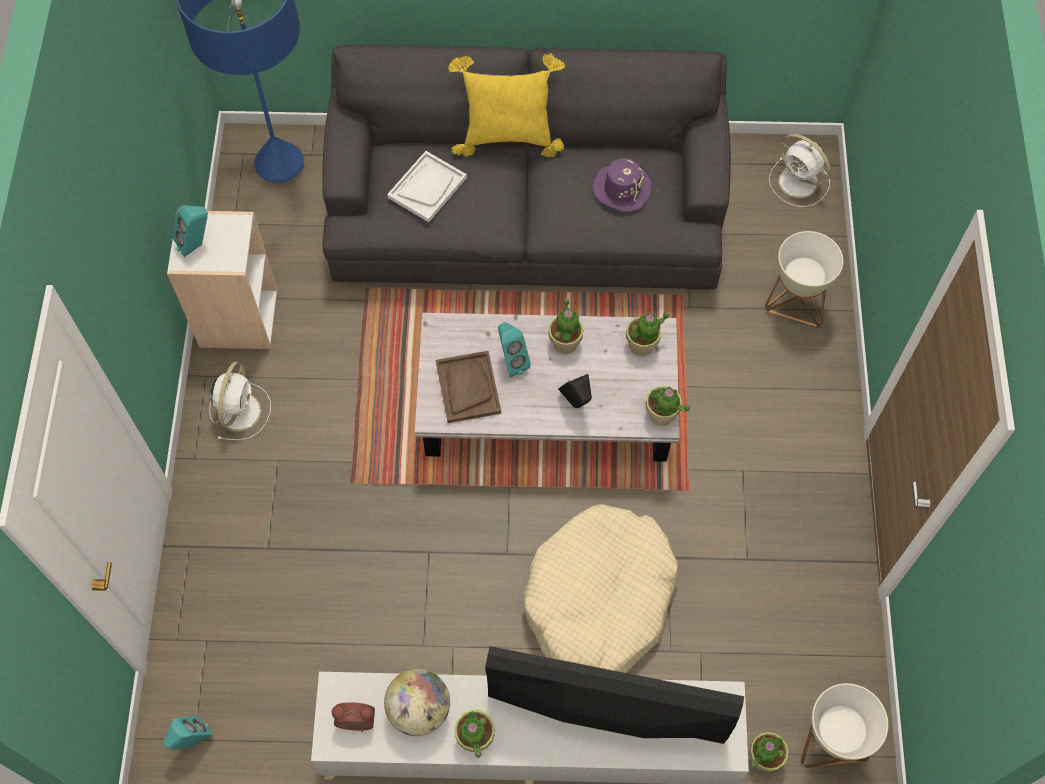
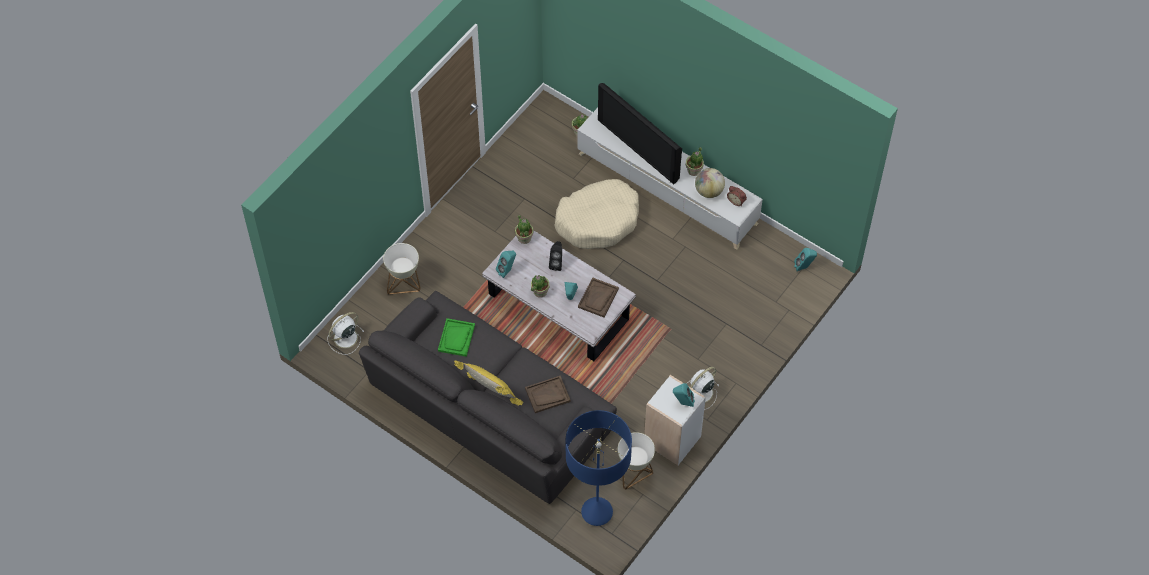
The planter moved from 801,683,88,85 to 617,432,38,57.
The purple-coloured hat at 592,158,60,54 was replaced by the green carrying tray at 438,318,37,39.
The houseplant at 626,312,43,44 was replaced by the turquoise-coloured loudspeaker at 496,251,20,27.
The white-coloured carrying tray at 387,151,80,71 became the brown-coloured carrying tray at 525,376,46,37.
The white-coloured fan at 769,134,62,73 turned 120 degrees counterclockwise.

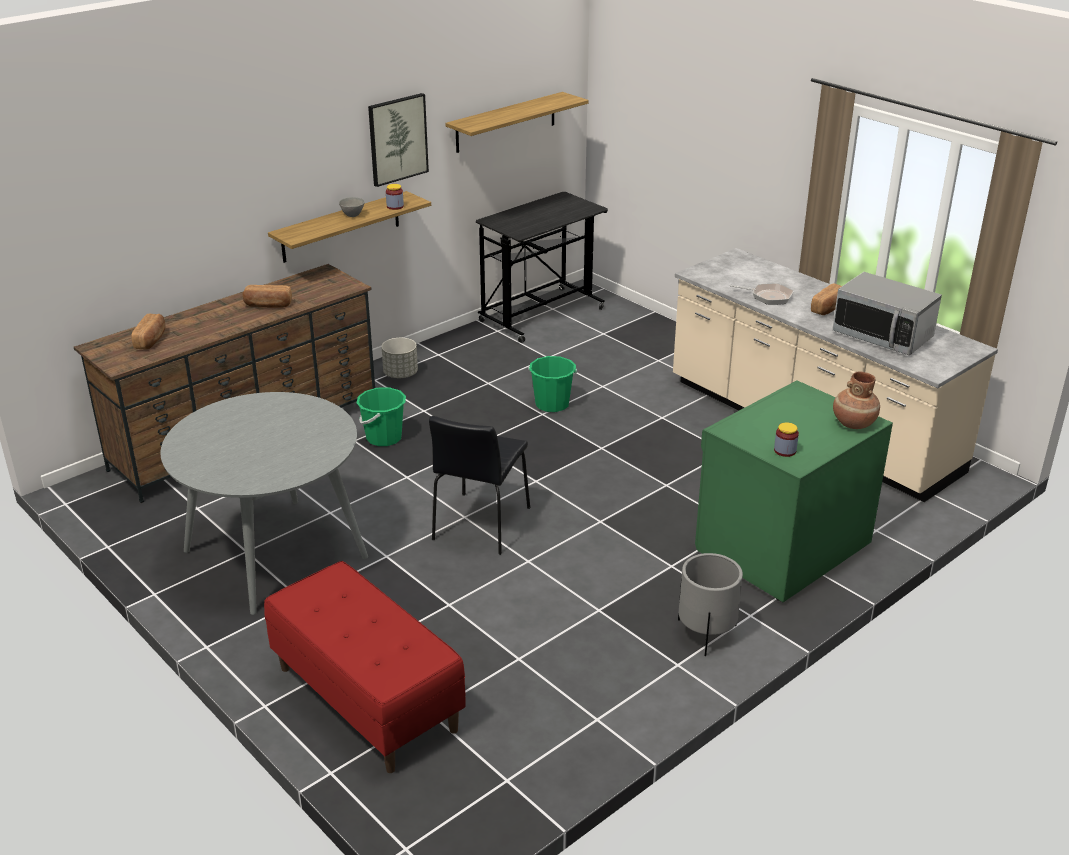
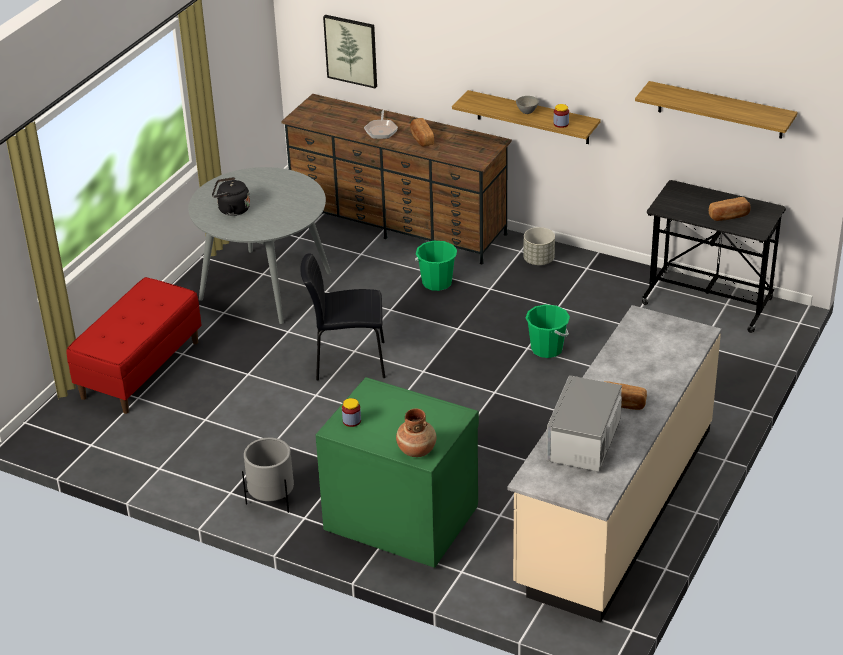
The black-coloured kettle at 212,177,38,39 appeared.
The bakery bread moved from 131,314,34,35 to 709,197,41,24.
The picture moved from 368,93,61,94 to 323,15,54,73.
The skillet moved from 730,283,64,22 to 364,110,34,29.

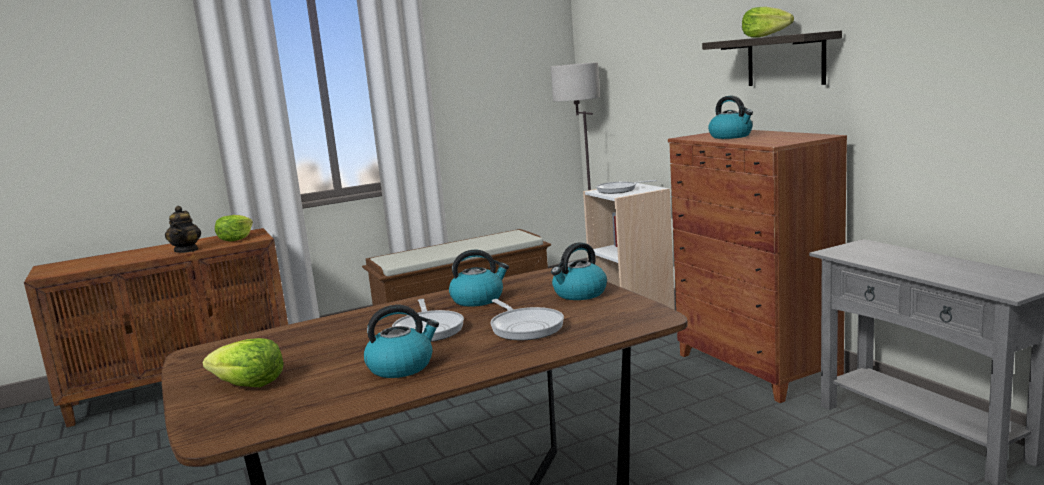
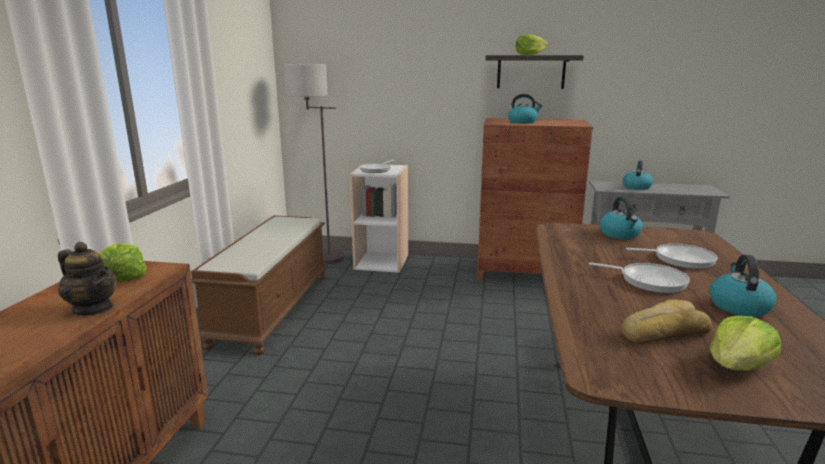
The bakery bread at 622,299,90,45 appeared.
The kettle moved from 449,250,60,57 to 623,160,30,30.

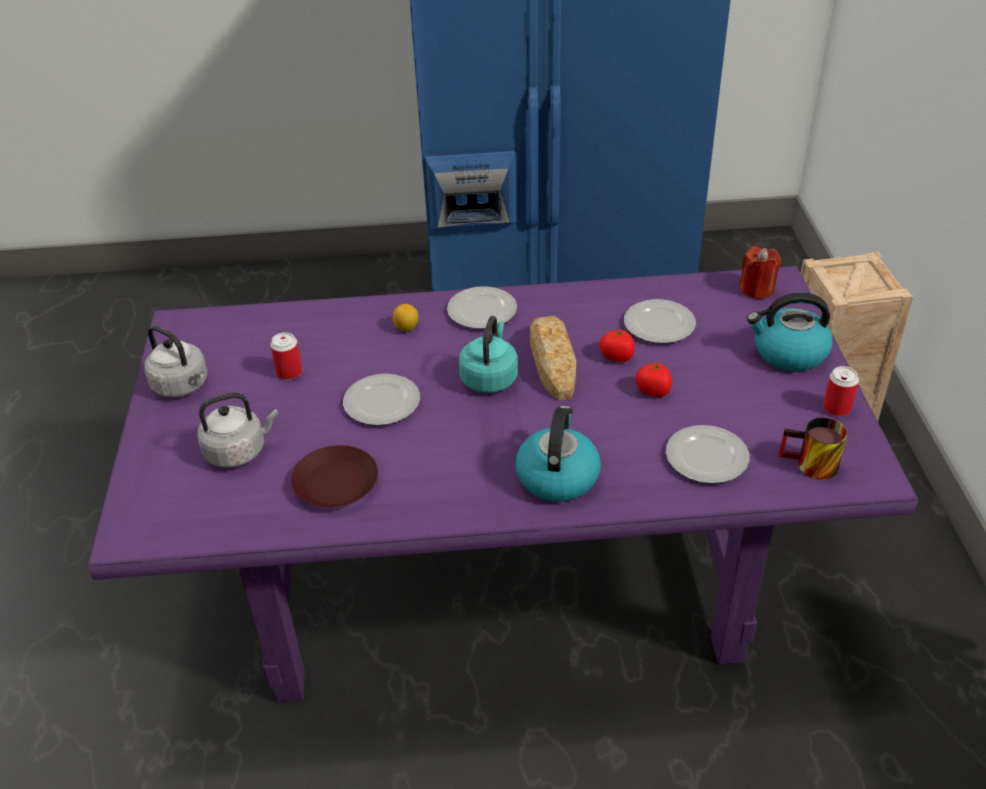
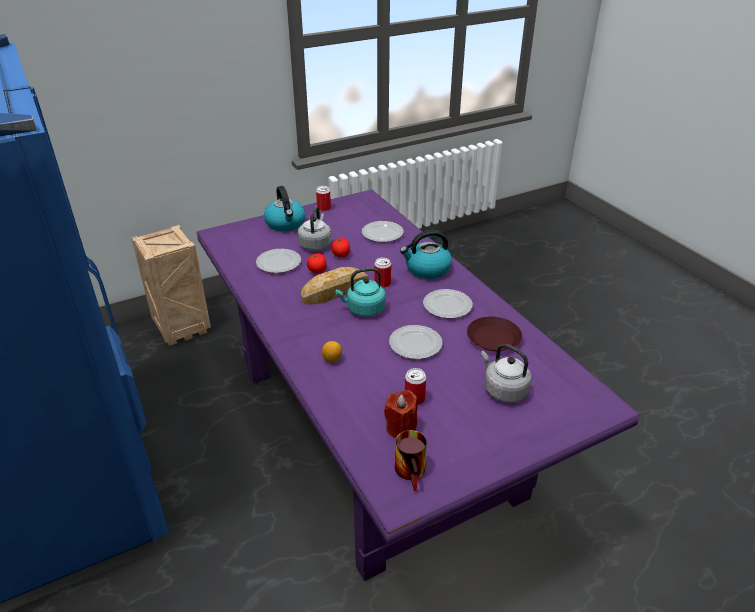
The can at 374,257,17,31 appeared.
The grey kettle moved from 144,325,63,72 to 297,206,34,45.
The plate moved from 447,286,70,43 to 423,289,50,29.
The reddish wax candle moved from 739,246,42,53 to 384,390,33,48.
The coffee mug moved from 779,417,68,63 to 395,430,32,61.

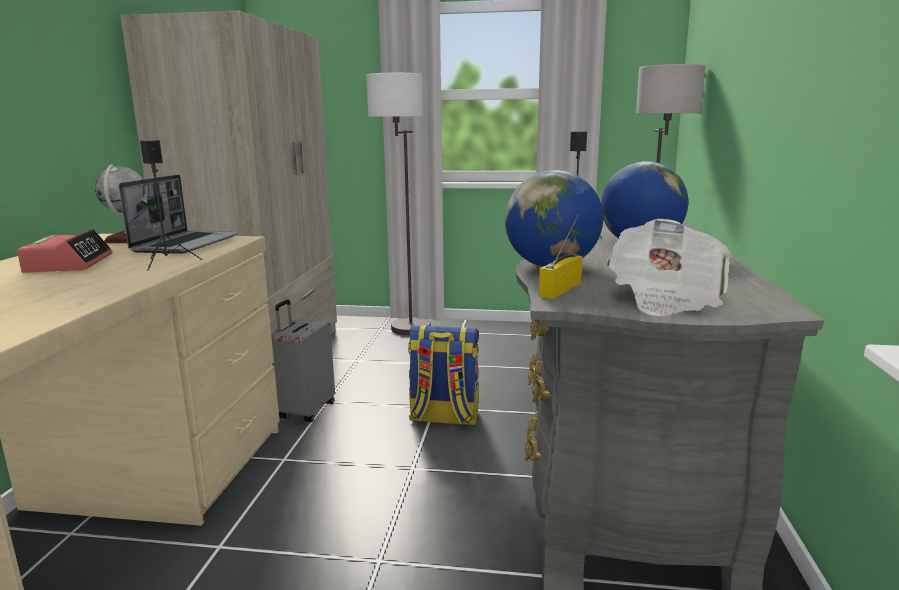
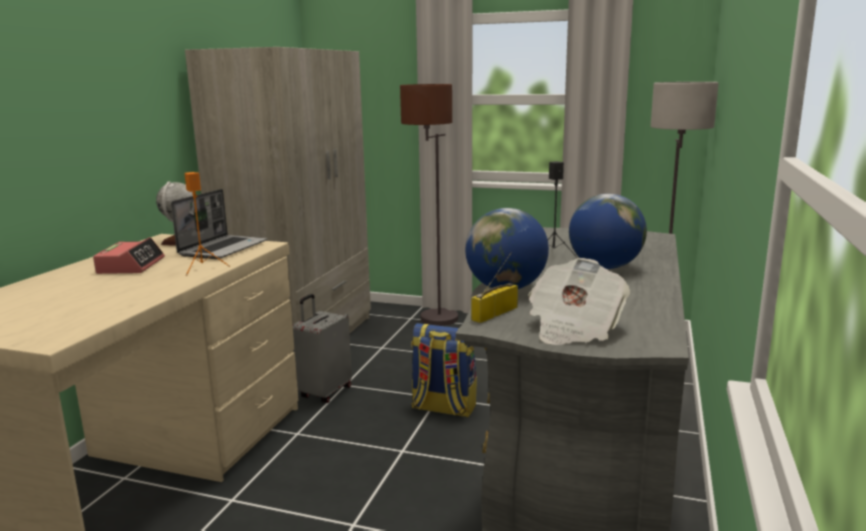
The black-coloured loudspeaker at 140,140,62,130 became the orange loudspeaker at 185,172,45,104.
The white-coloured standard lamp at 366,73,65,262 became the brown-coloured standard lamp at 400,84,58,242.

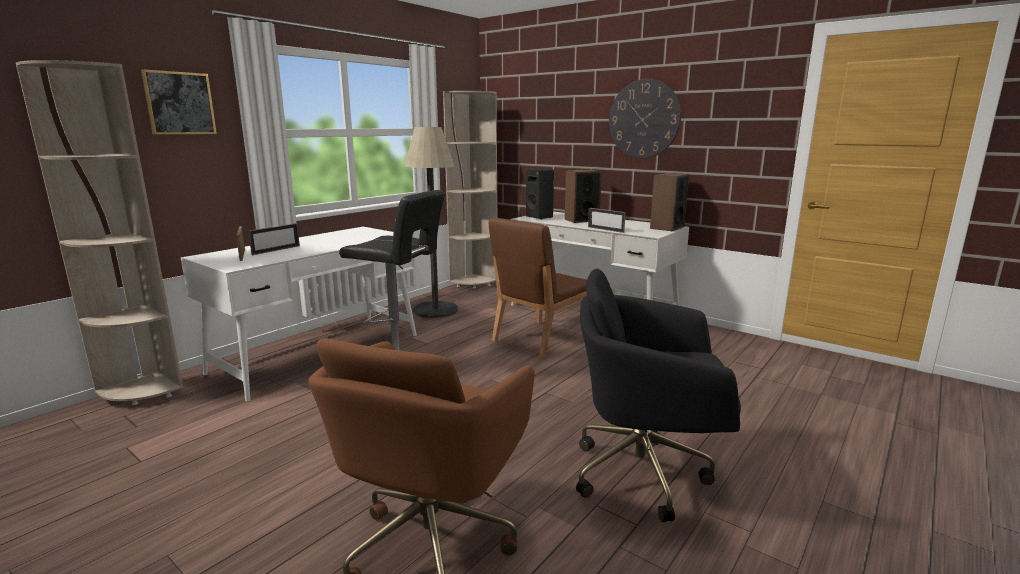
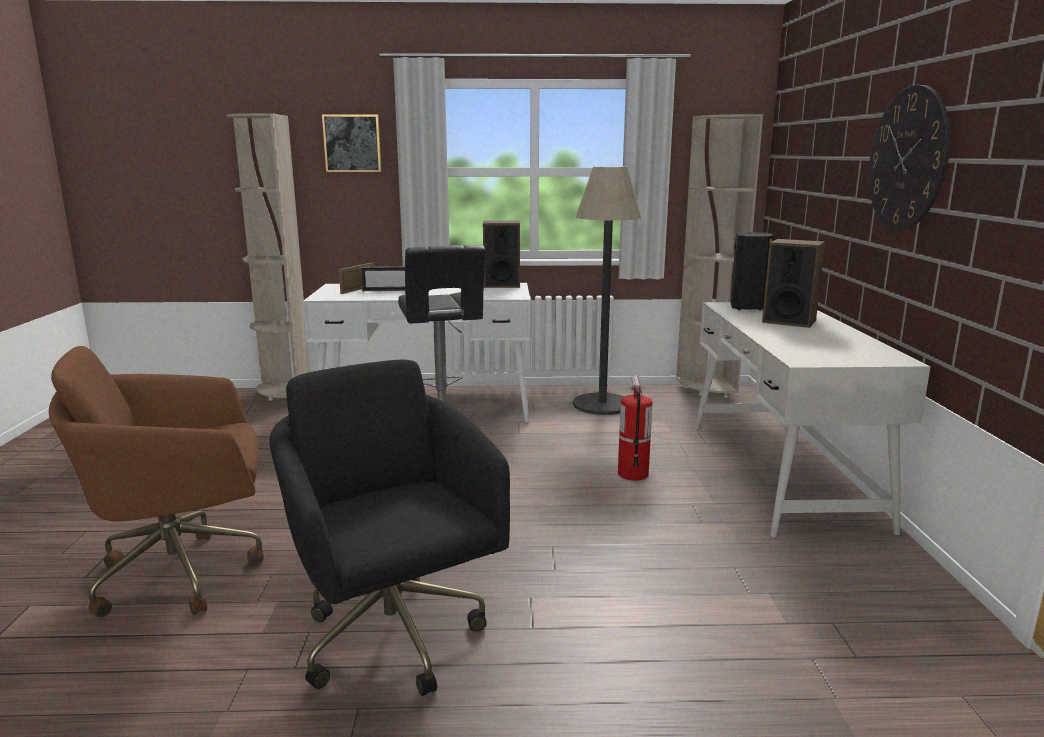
The picture frame at 588,208,38,25 disappeared.
The loudspeaker moved from 650,173,39,58 to 483,221,37,67.
The brown-coloured plain chair at 489,218,98,141 was replaced by the extinguisher at 618,375,34,105.

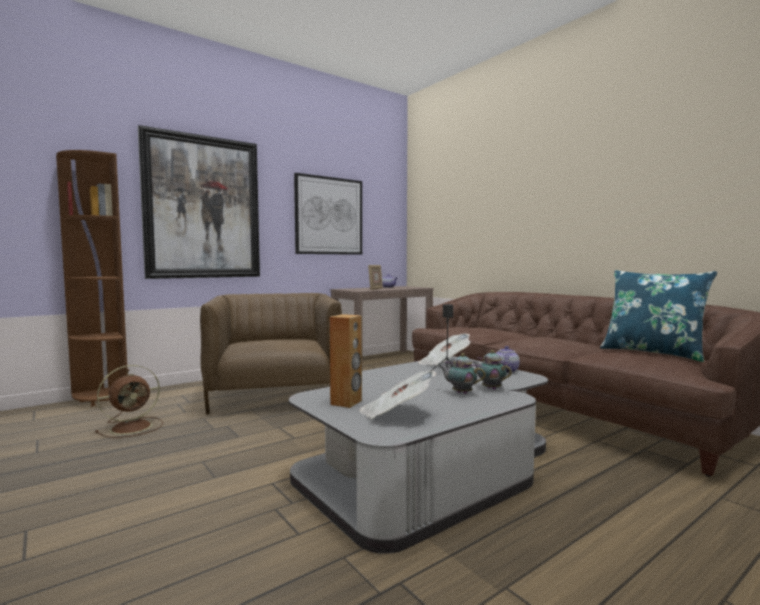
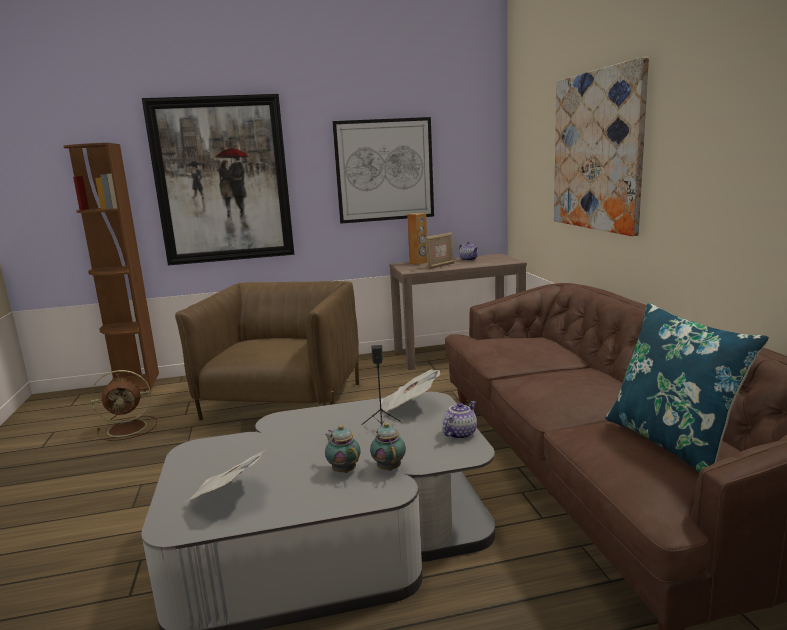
The picture at 554,57,95,179 appeared.
The brown-coloured loudspeaker moved from 330,314,32,94 to 407,213,20,52.

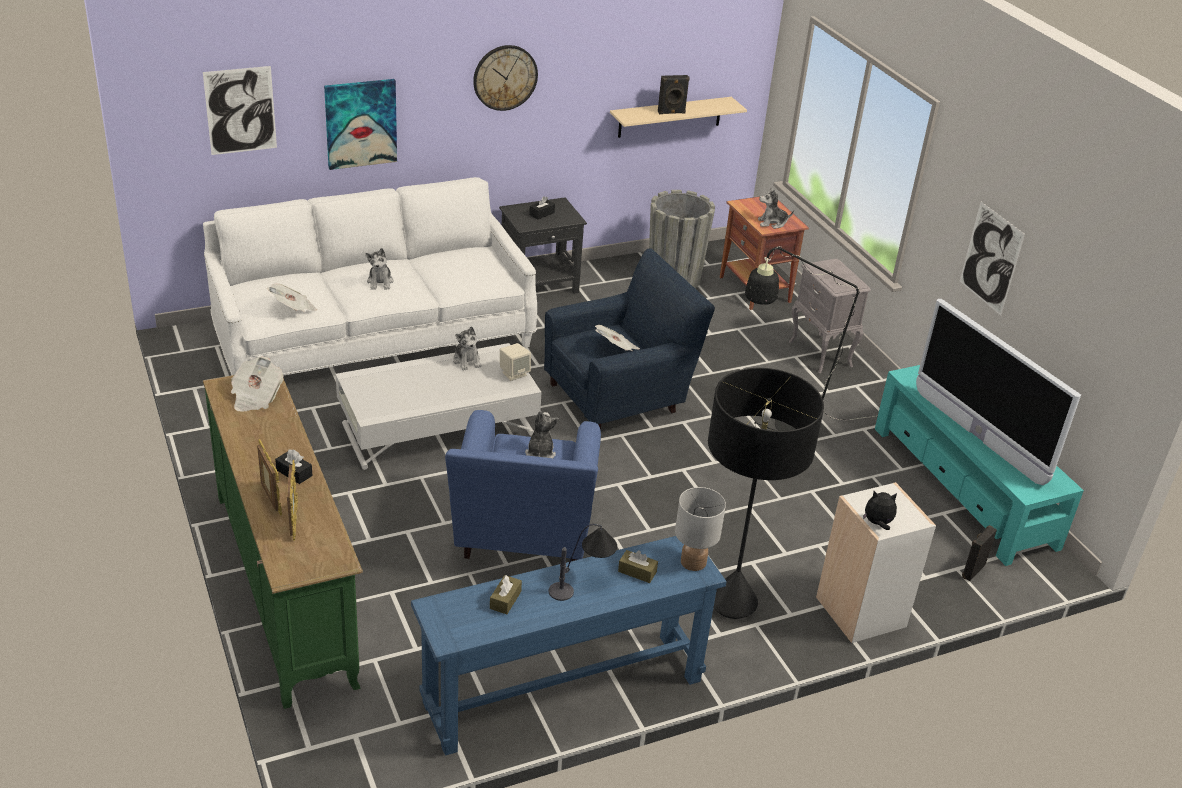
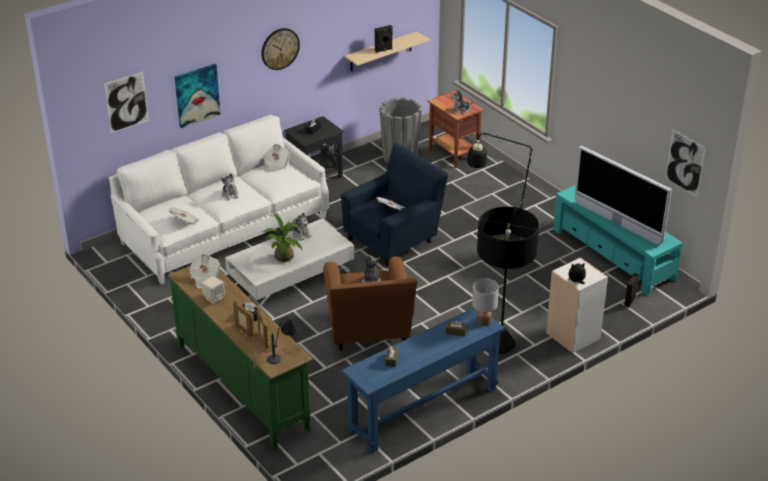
The grey night table at 789,259,82,115 disappeared.
The houseplant at 262,213,40,49 appeared.
The newspaper at 263,144,27,28 appeared.
The beige-coloured loudspeaker moved from 500,343,31,38 to 201,276,24,28.
The lamp for a table moved from 549,524,68,77 to 267,317,34,47.
The picture moved from 960,202,65,113 to 665,129,41,68.
The blue armchair at 445,410,156,151 became the brown-coloured armchair at 323,256,94,95.

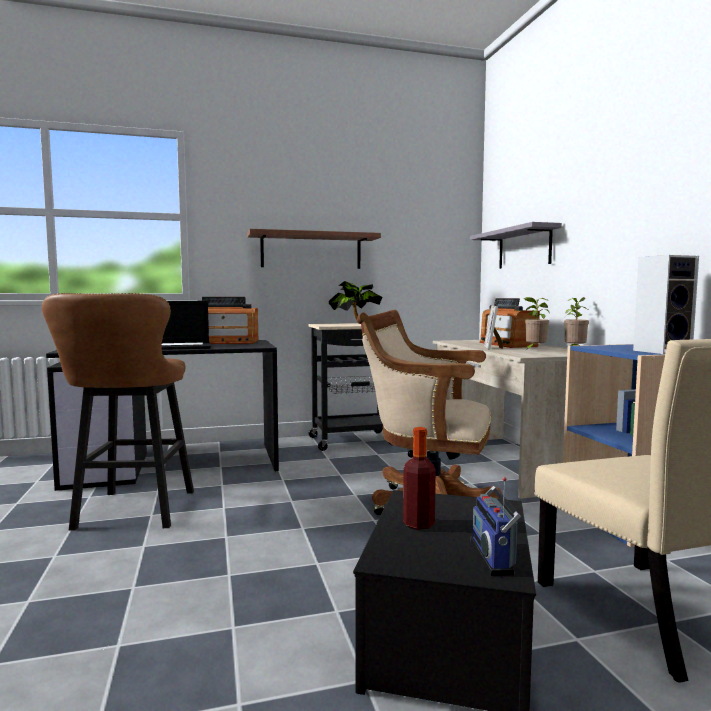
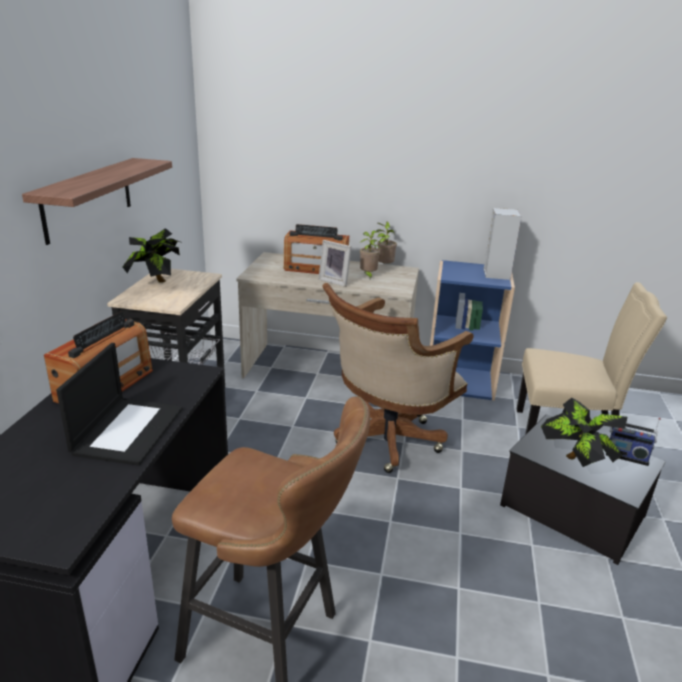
The grey bracket shelf at 470,222,92,47 disappeared.
The drink bottle at 403,427,33,103 was replaced by the houseplant at 541,398,86,69.

